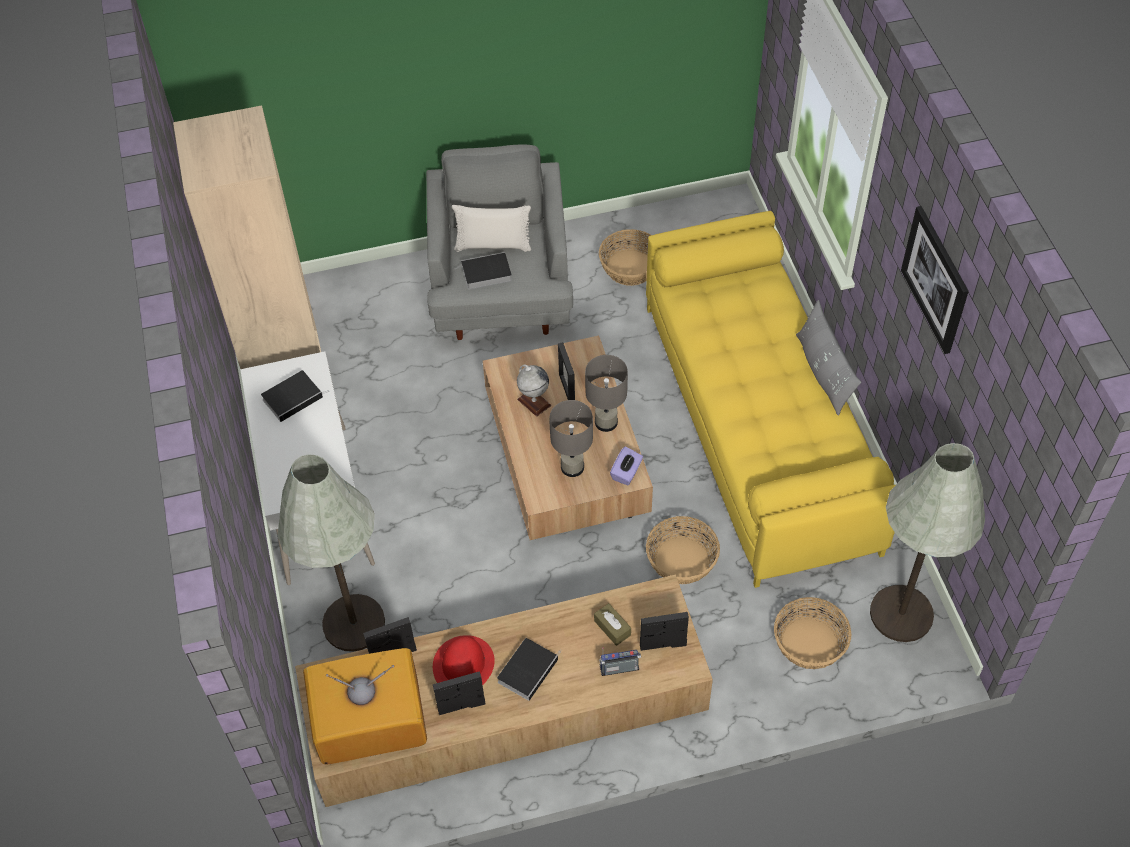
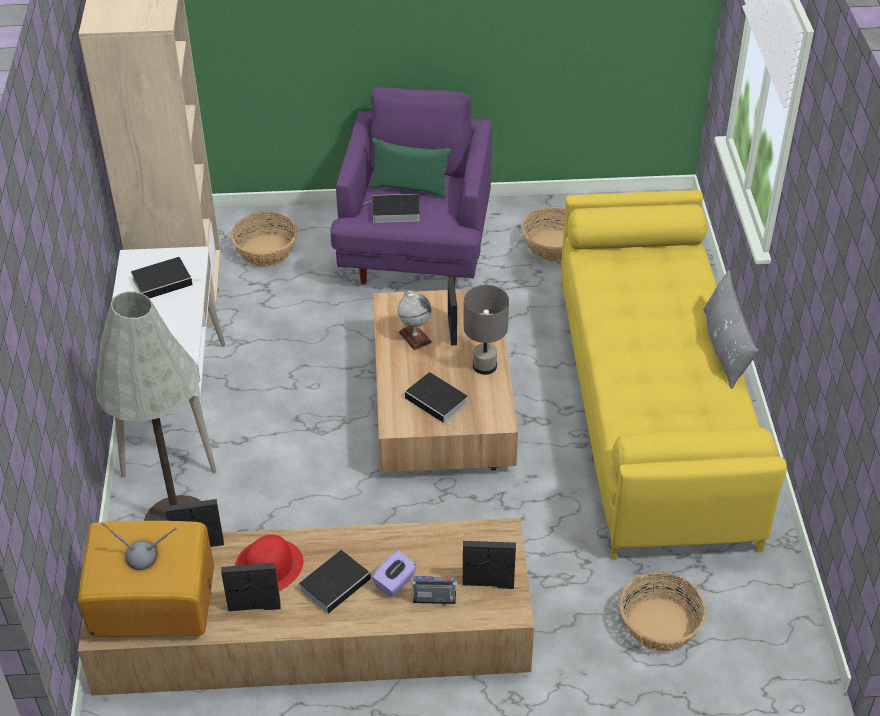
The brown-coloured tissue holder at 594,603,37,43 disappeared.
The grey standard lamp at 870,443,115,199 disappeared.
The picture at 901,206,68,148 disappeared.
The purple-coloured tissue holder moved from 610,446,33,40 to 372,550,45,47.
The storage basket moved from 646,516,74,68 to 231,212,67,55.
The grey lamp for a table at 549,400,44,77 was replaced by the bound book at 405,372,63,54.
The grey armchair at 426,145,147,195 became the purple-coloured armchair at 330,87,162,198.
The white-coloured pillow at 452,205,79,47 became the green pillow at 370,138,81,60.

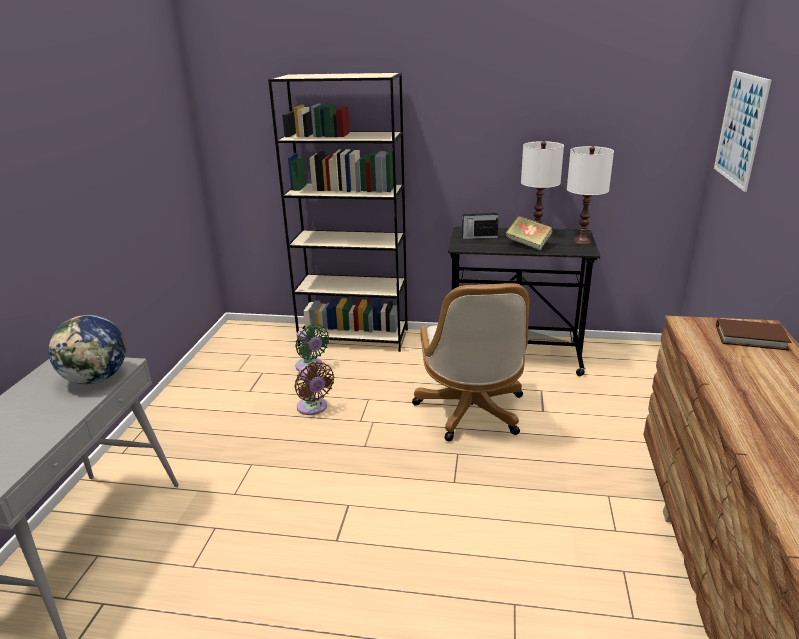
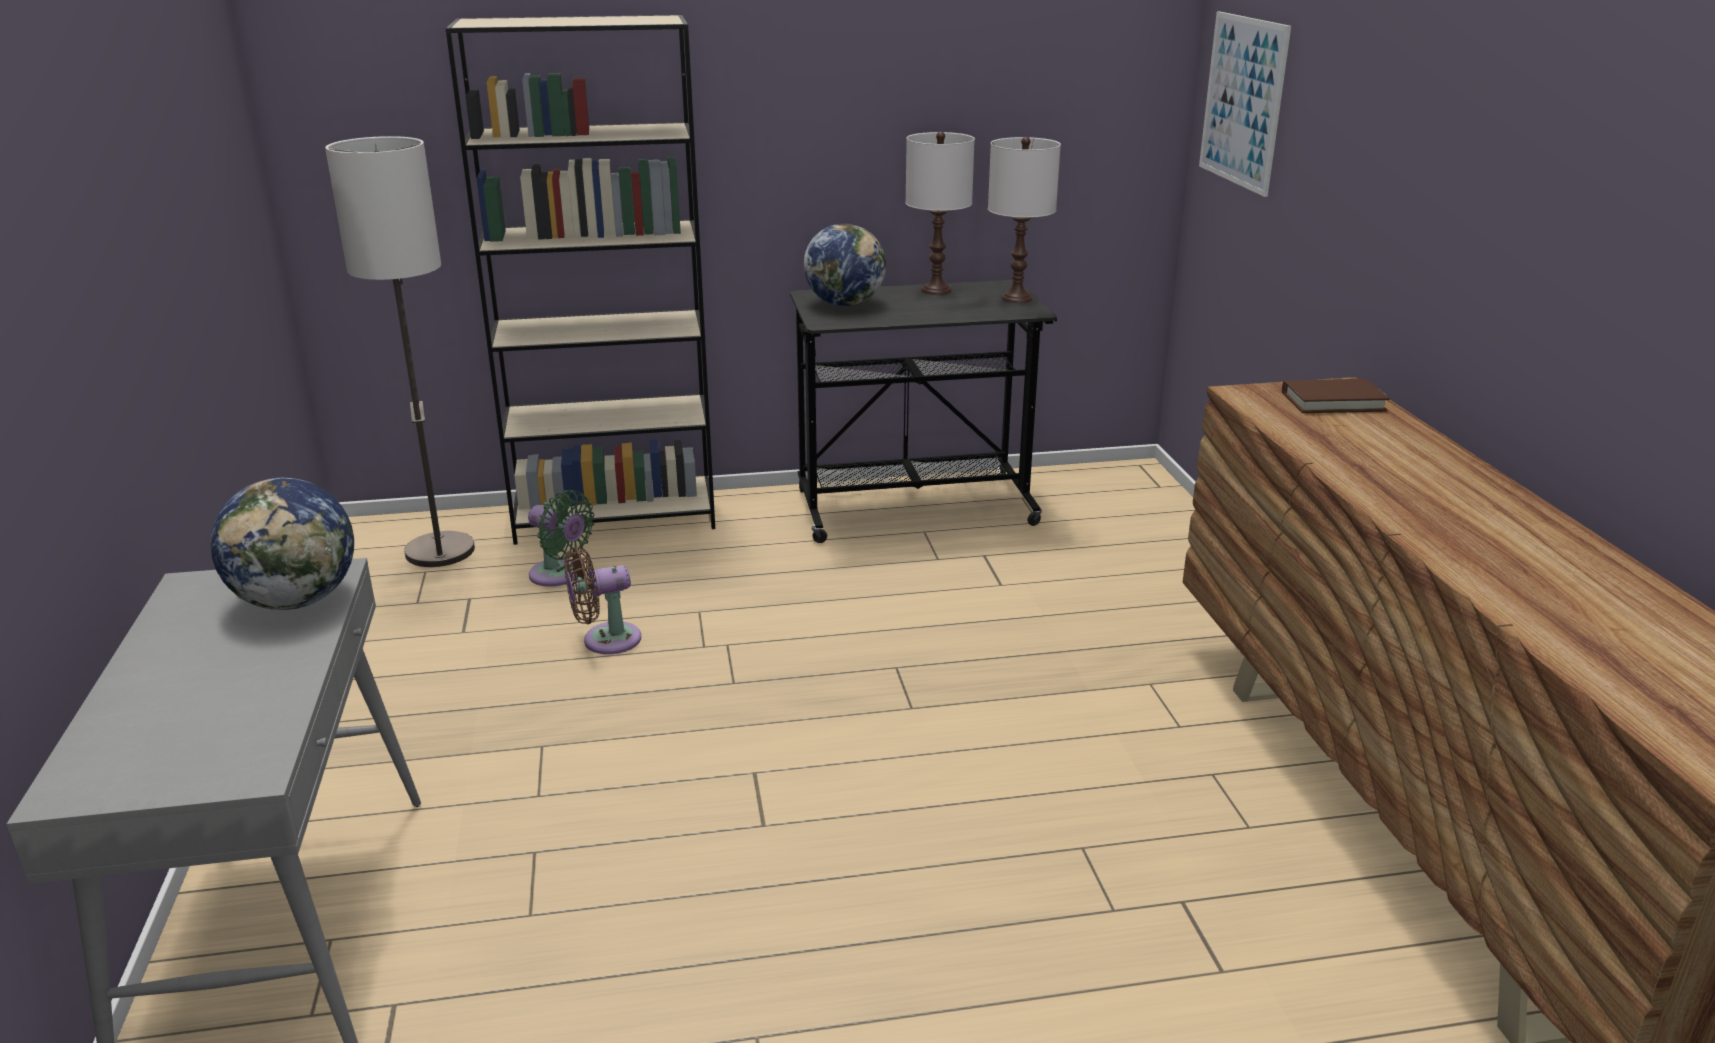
The computer chair at 412,283,117,159 disappeared.
The bound book at 506,216,47,35 disappeared.
The standard lamp at 325,136,150,431 appeared.
The radio at 461,207,38,32 was replaced by the world globe at 804,223,82,83.
The brown-coloured fan at 295,362,39,53 turned 120 degrees clockwise.

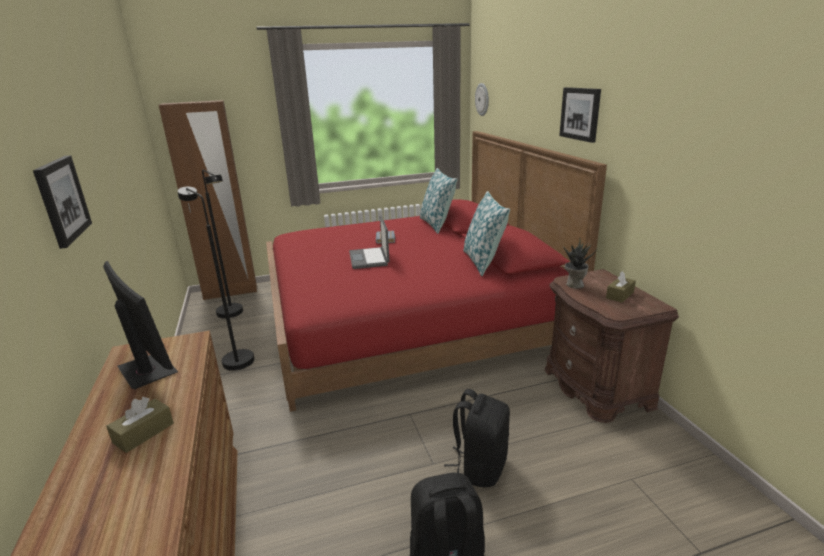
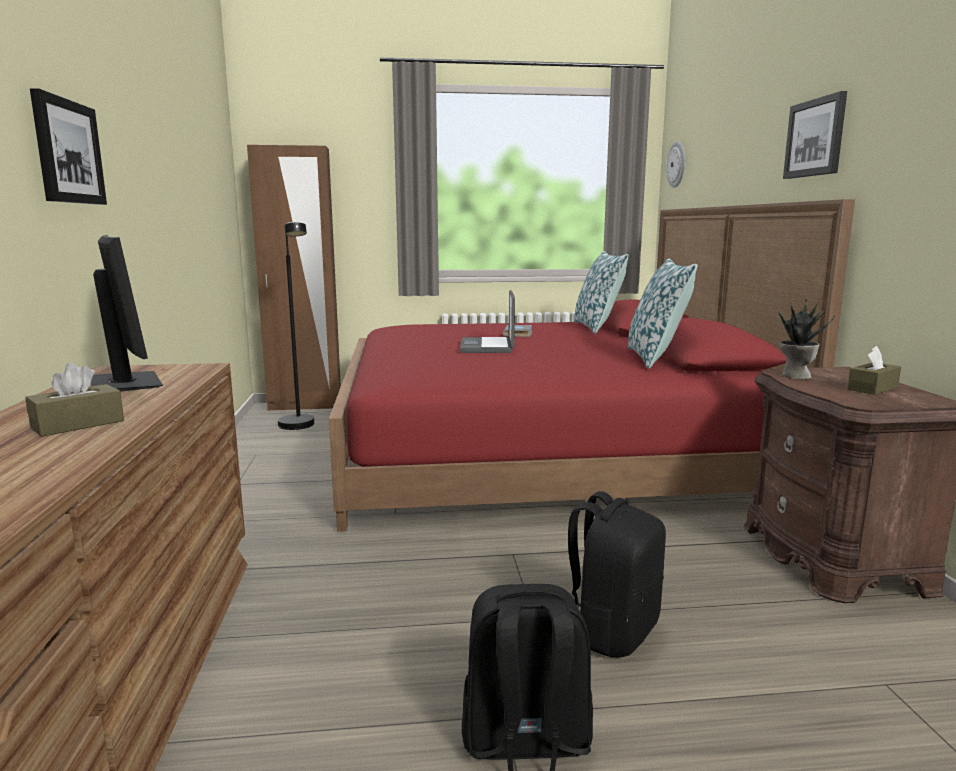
The black-coloured standard lamp at 178,187,77,184 disappeared.

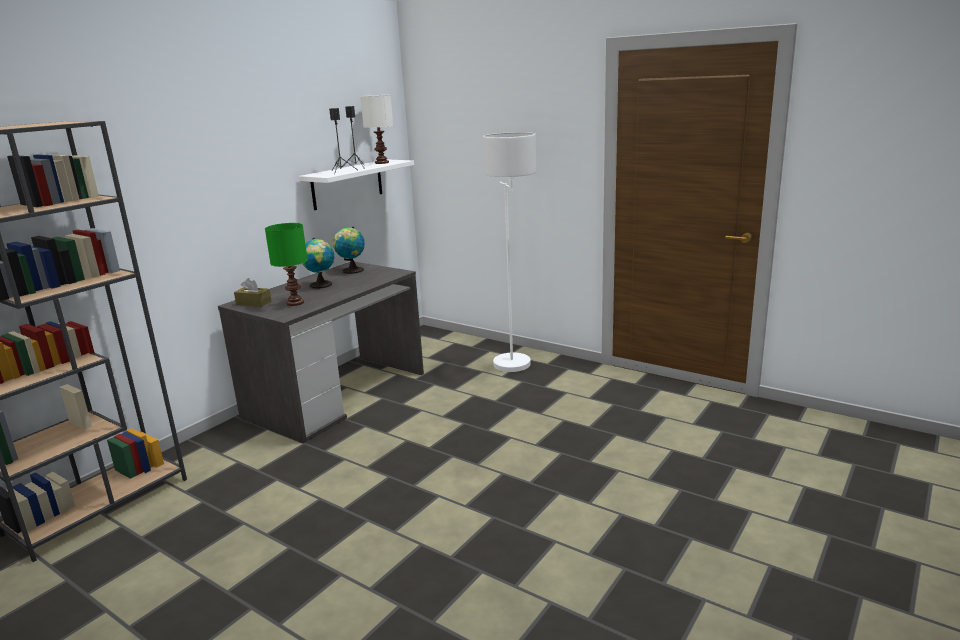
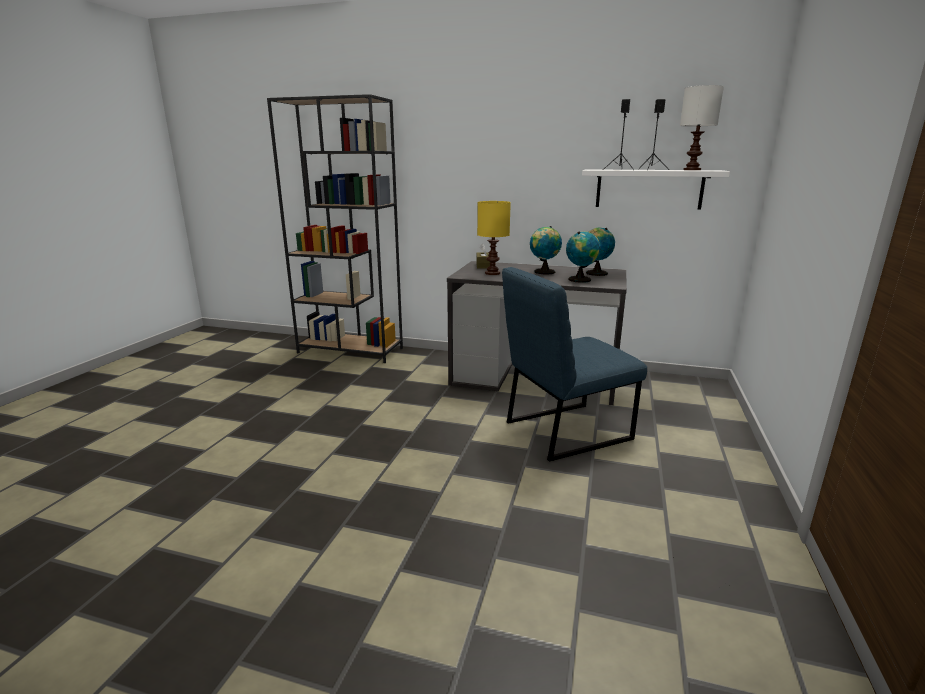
The white-coloured standard lamp at 483,132,53,240 disappeared.
The blue plain chair at 502,267,145,195 appeared.
The world globe at 566,232,35,51 appeared.
The green lamp for a table at 265,223,43,83 became the yellowish lamp for a table at 477,201,34,74.

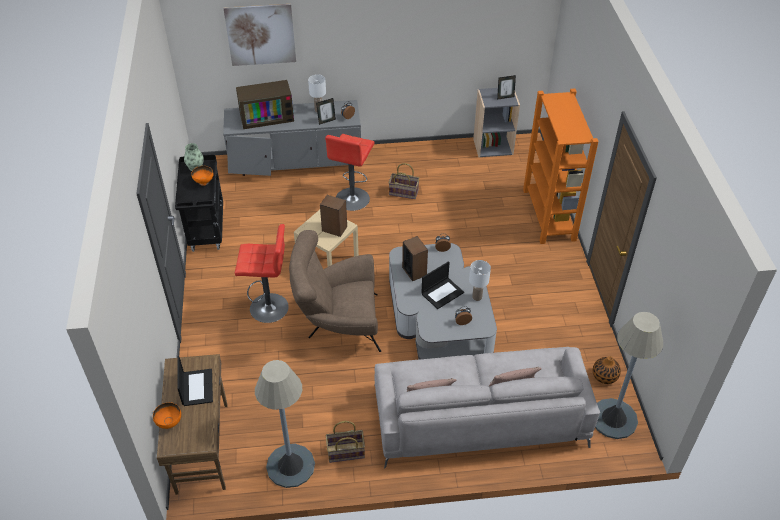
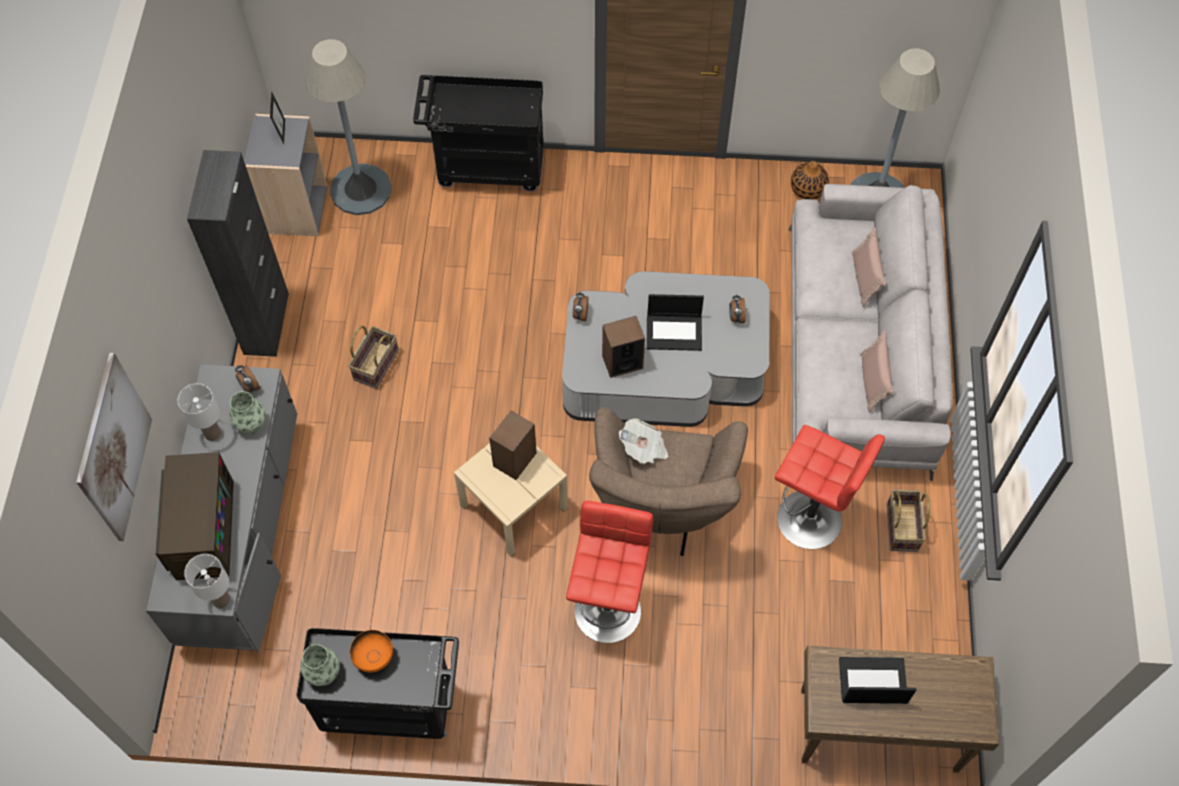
The orange bowl at 153,402,28,27 disappeared.
The black-coloured cupboard at 187,150,102,207 appeared.
The newspaper at 619,418,49,46 appeared.
The grey standard lamp moved from 255,360,60,128 to 305,39,87,176.
The reddish sitting stool moved from 325,134,49,77 to 775,425,110,124.
The white-coloured lamp for a table moved from 469,260,22,41 to 184,554,46,54.
The picture frame at 316,98,20,27 was replaced by the flower vase at 229,391,37,44.
The orange bookcase at 523,89,76,155 was replaced by the black-coloured trolley at 413,75,131,117.
The portable computer at 421,261,43,48 turned 120 degrees clockwise.

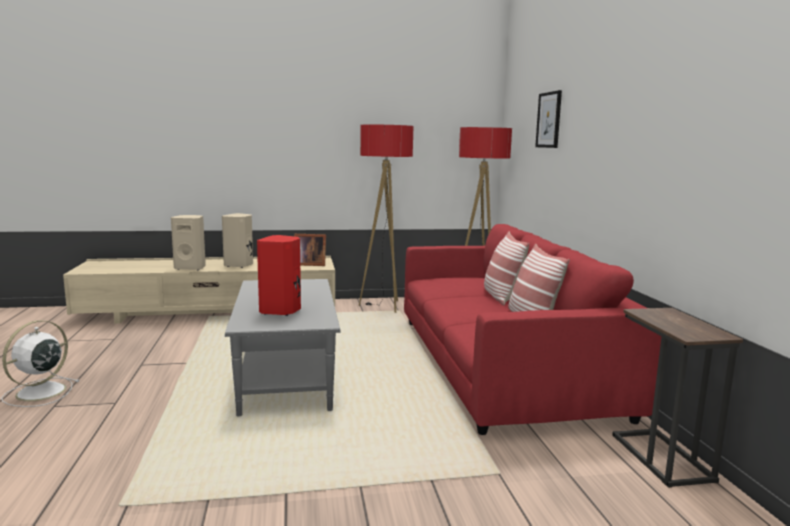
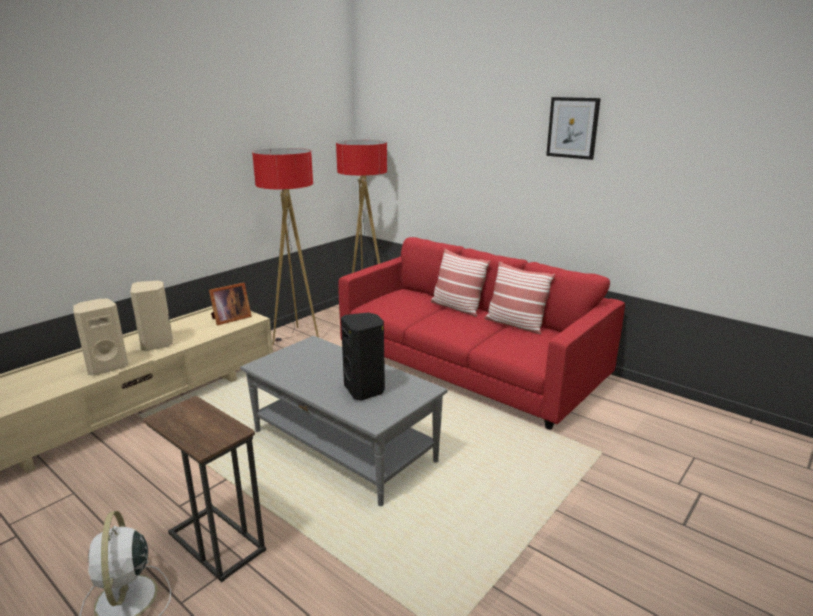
The picture moved from 535,90,27,58 to 546,97,55,63.
The brown-coloured end table moved from 612,308,131,180 to 143,396,123,186.
The reddish loudspeaker at 257,235,44,81 became the black-coloured loudspeaker at 341,312,44,89.

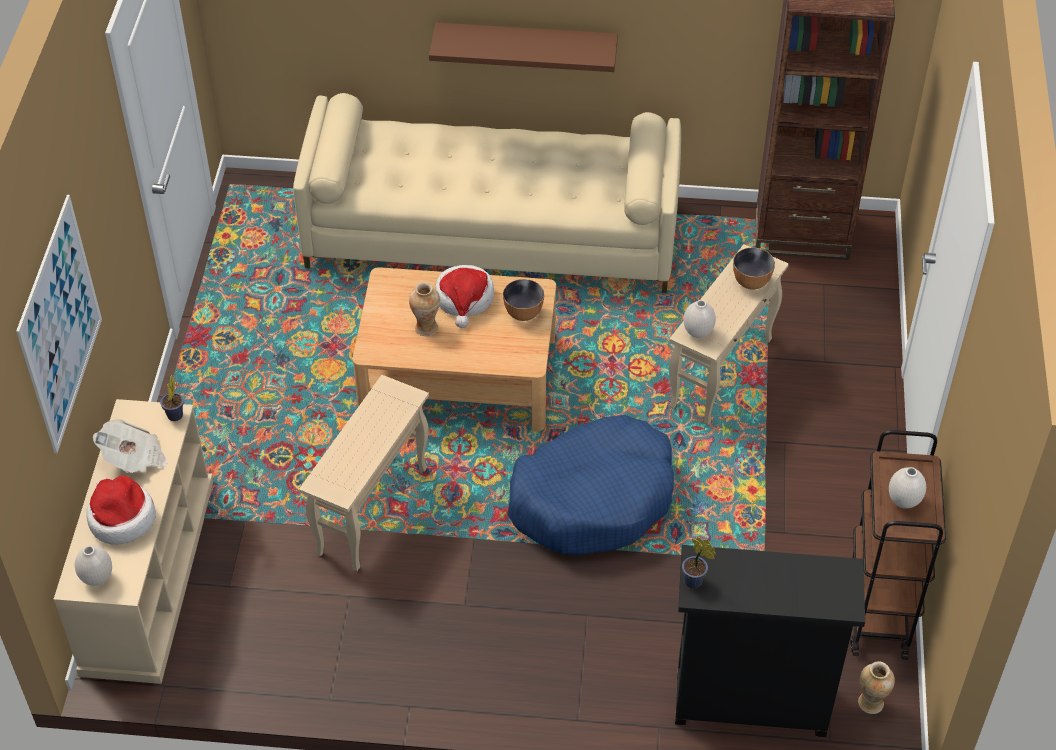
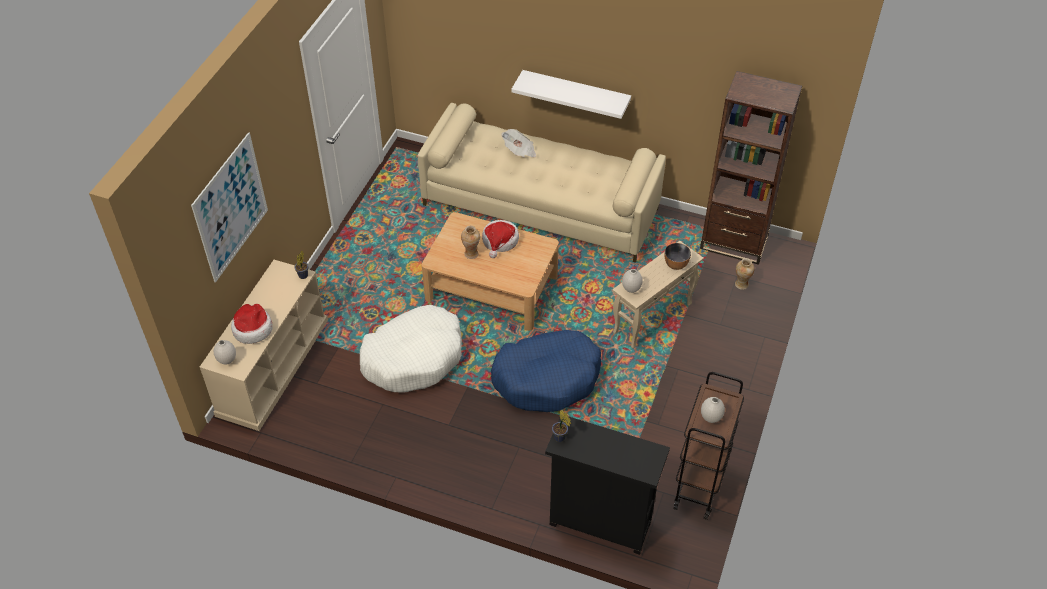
The bowl at 503,279,41,42 disappeared.
The newspaper moved from 93,419,75,54 to 501,129,35,28.
The flower vase moved from 858,661,37,53 to 735,258,19,32.
The beige-coloured end table at 299,375,130,196 was replaced by the white-coloured dog cushion at 360,305,102,87.
The brown-coloured bracket shelf at 429,22,189,50 became the white-coloured bracket shelf at 511,70,120,49.

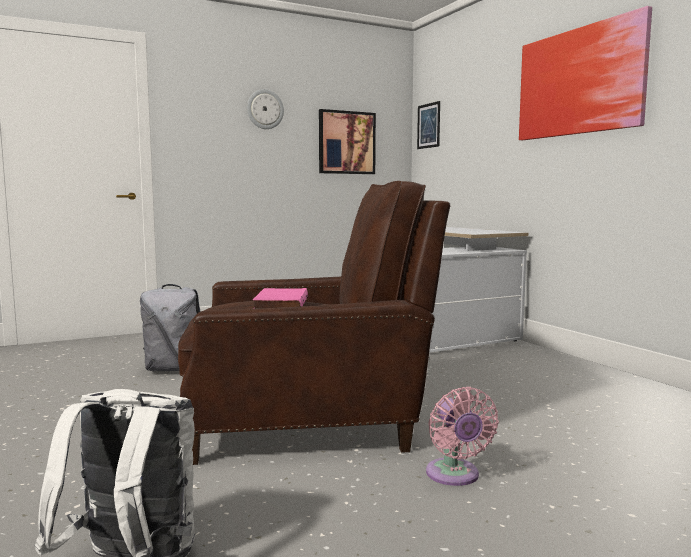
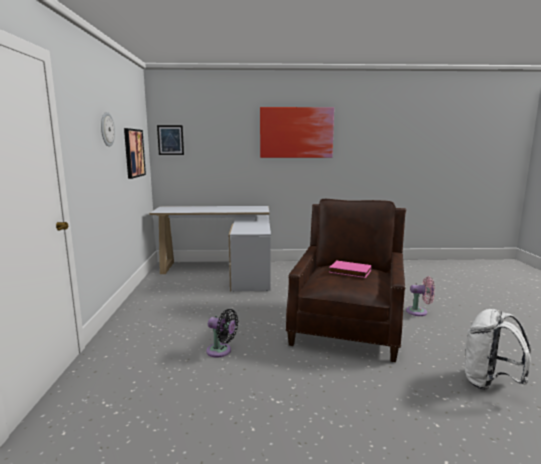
The grey rucksack at 140,284,61,87 was replaced by the black-coloured fan at 206,309,32,49.

